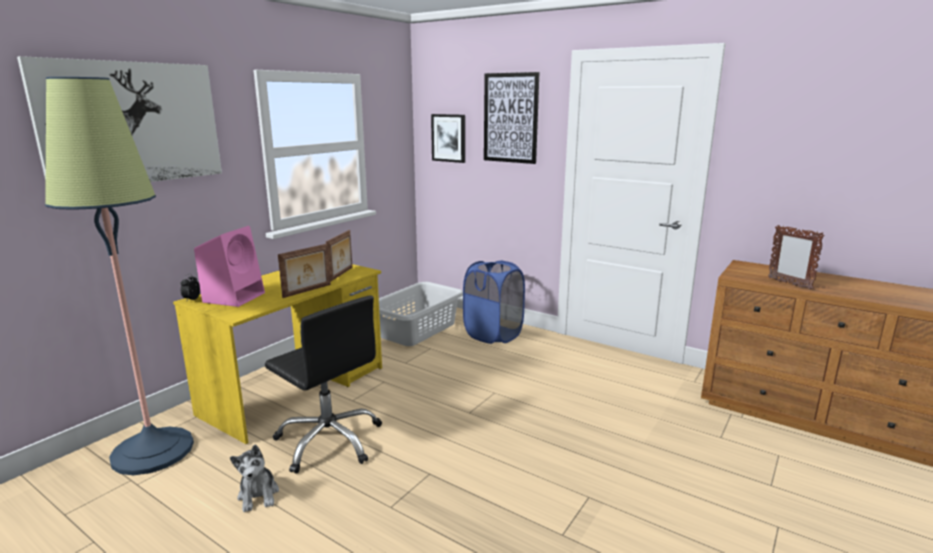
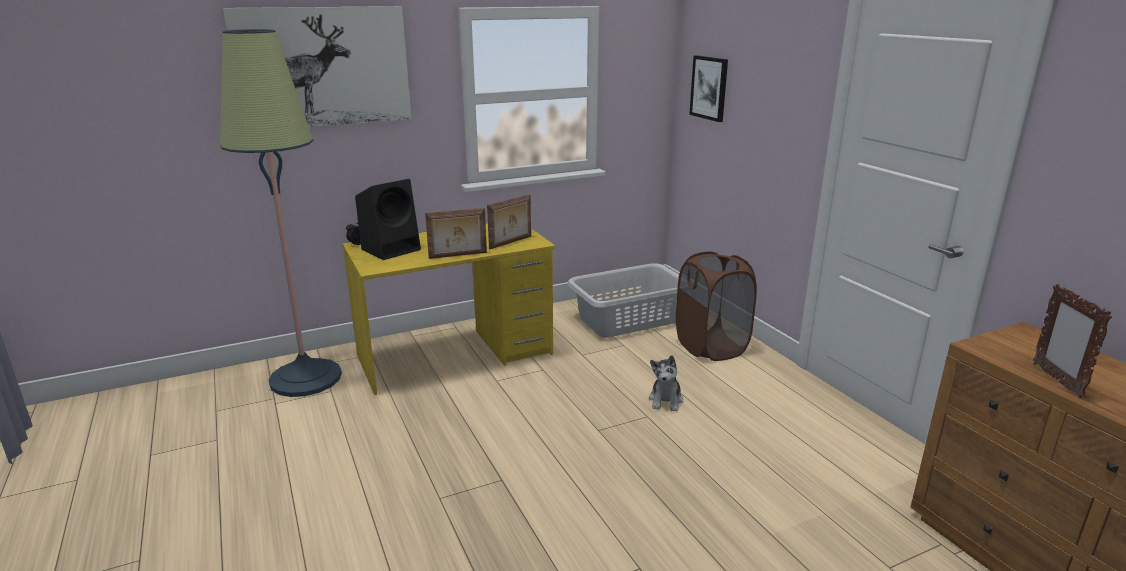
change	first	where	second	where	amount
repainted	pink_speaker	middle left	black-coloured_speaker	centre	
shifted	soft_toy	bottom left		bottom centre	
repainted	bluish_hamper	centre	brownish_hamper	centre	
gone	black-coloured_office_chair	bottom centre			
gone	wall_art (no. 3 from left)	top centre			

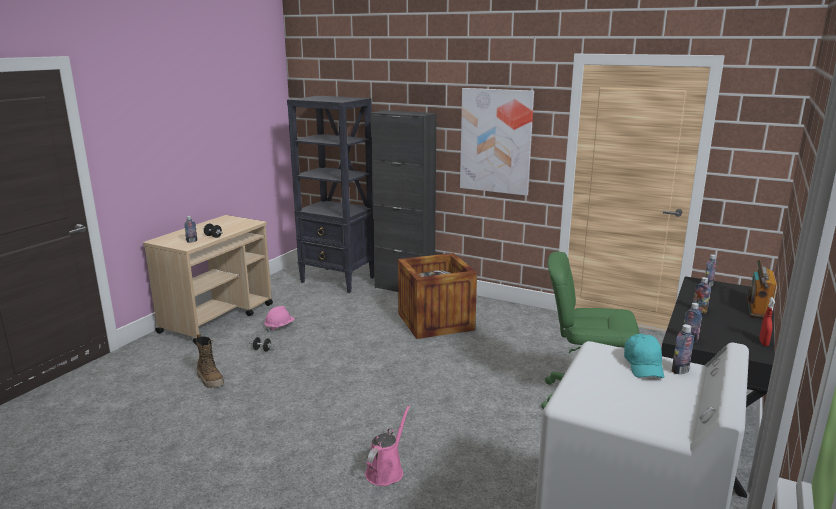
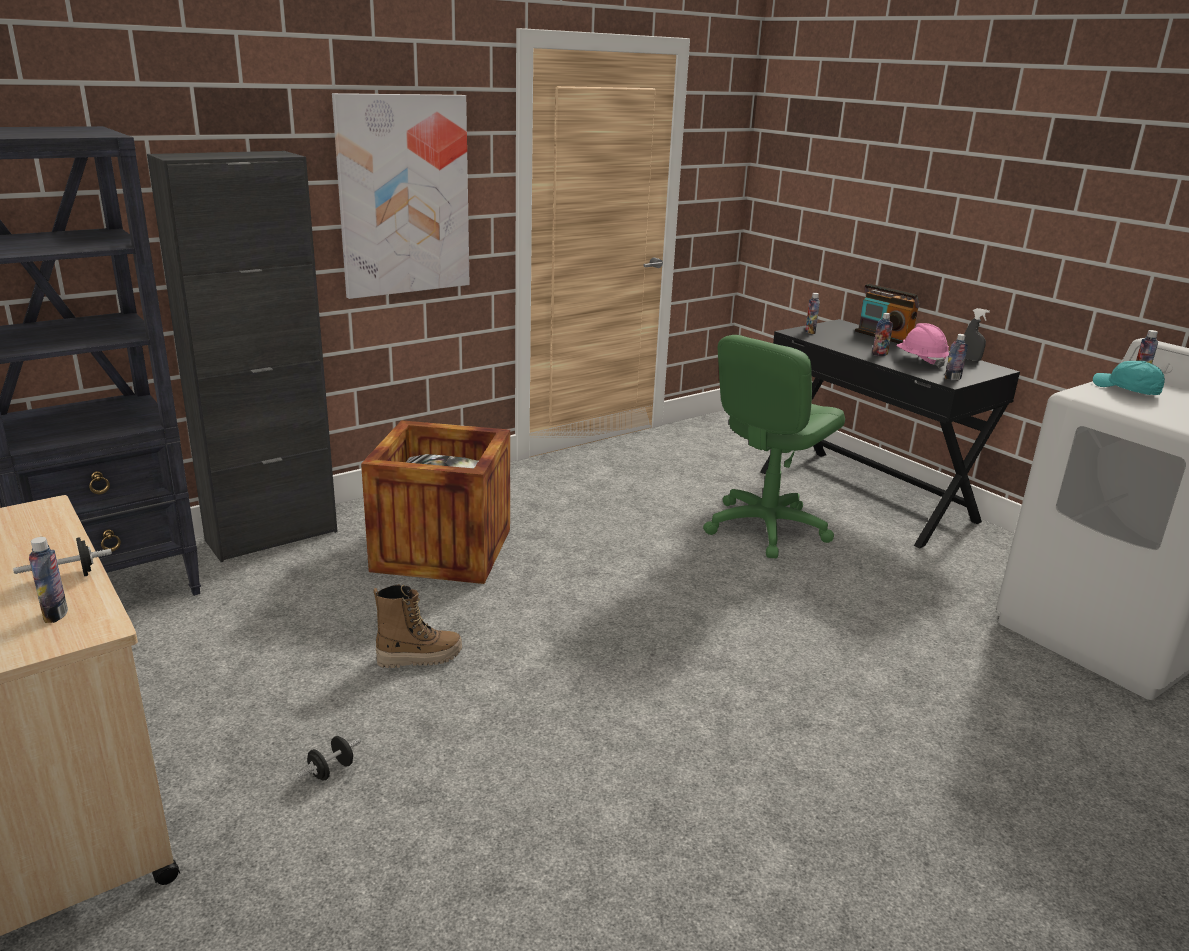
change	first	where	second	where	amount
shifted	boot	bottom left		centre	
shifted	pink_hard_hat	centre		middle right	
repainted	red-coloured_sprayer	middle right	greyish_sprayer	middle right	
rotated	blue-green_peaked_cap	bottom right		middle right	150 degrees counterclockwise
gone	pink_sprinkling_can	bottom centre			

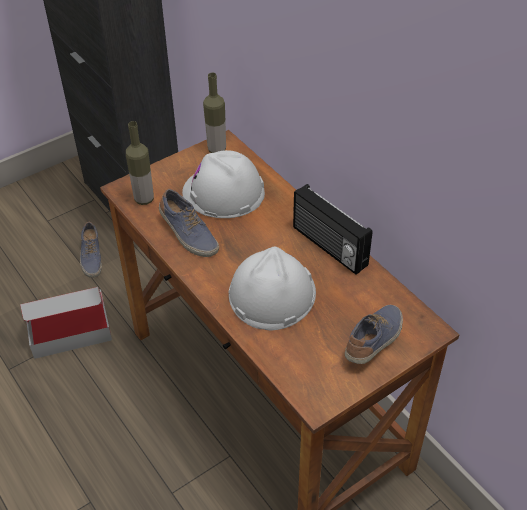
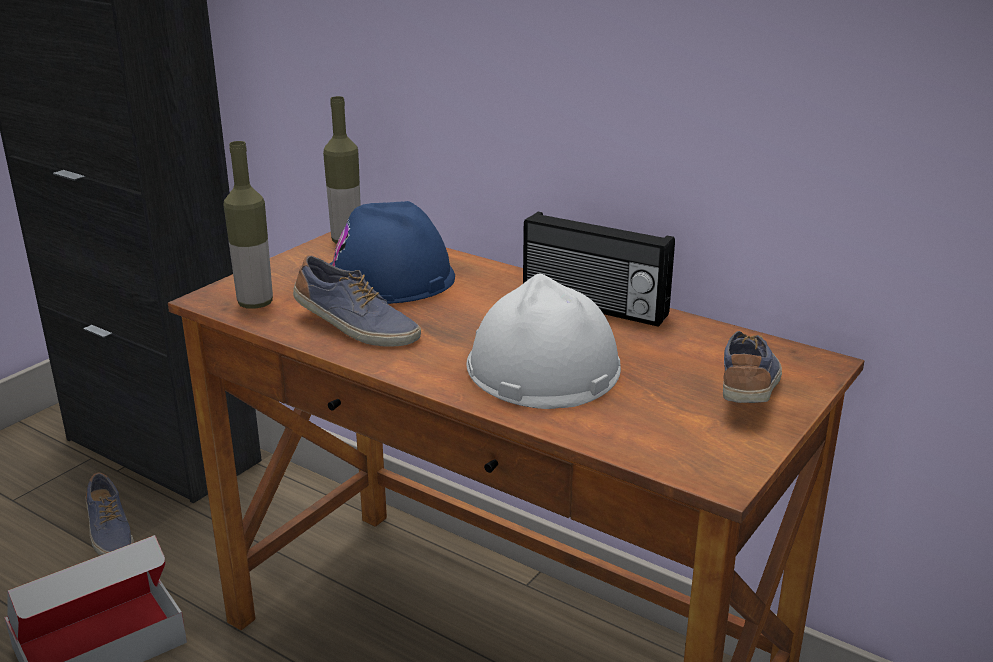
change	first	where	second	where	amount
repainted	white_hard_hat (no. 1 from left)	centre	bluish_hard_hat	centre	

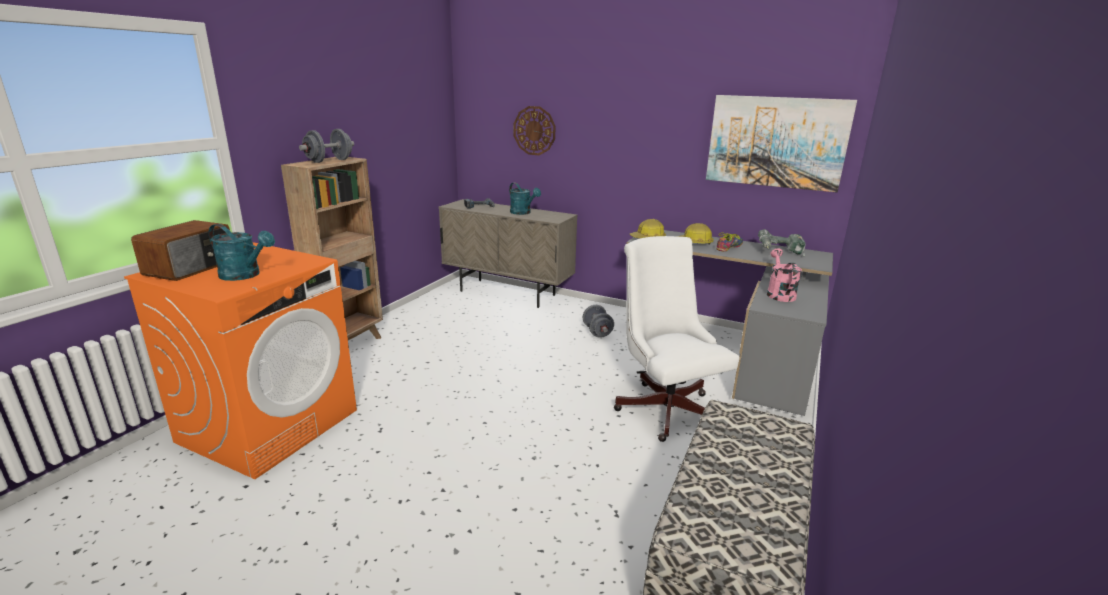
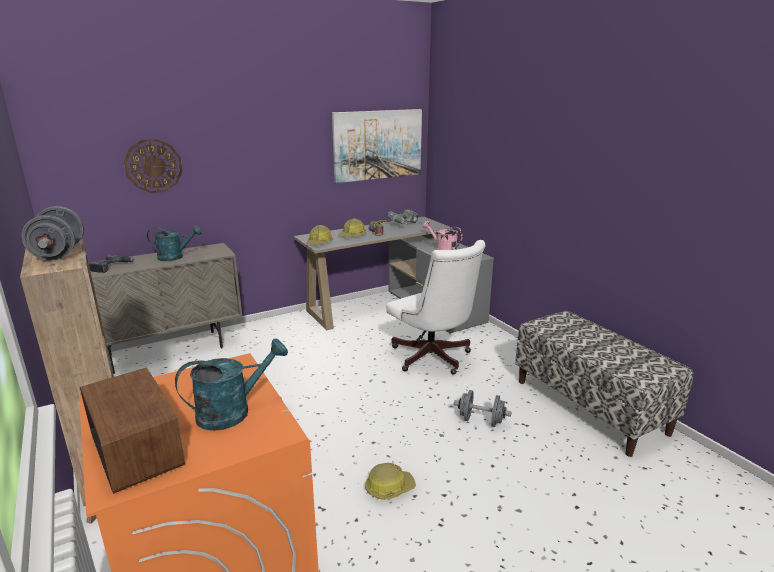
change	first	where	second	where	amount
new			hard_hat (no. 3 from left)	bottom centre	
rotated	white_office_chair	centre		centre	135 degrees counterclockwise
shifted	greyish_free_weight (no. 2 from left)	centre		bottom centre	

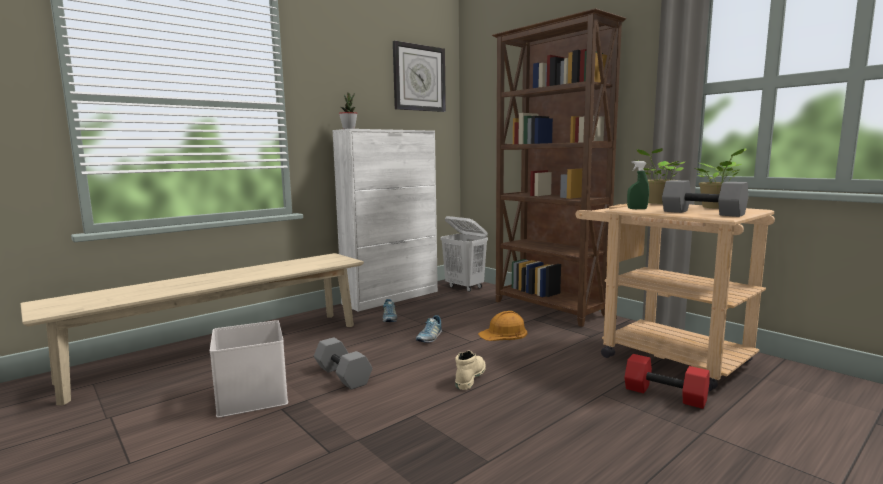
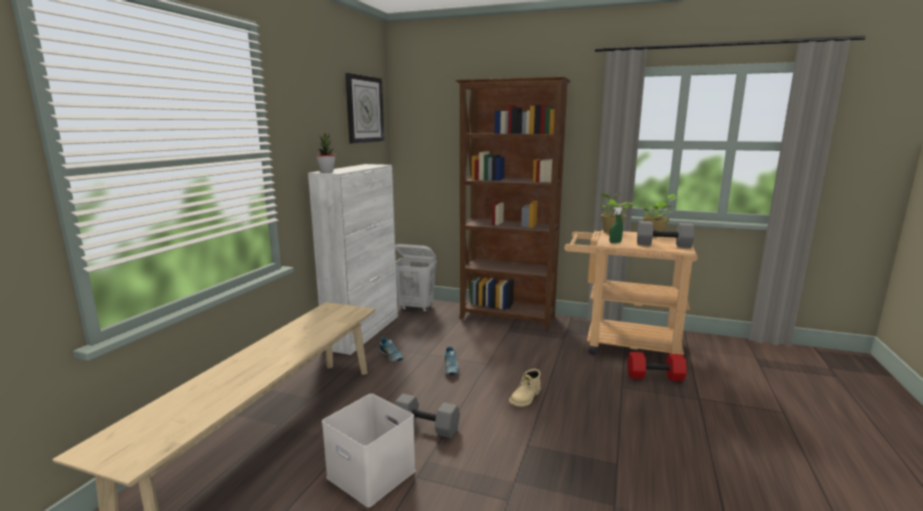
change	first	where	second	where	amount
rotated	sand-coloured_boot	bottom centre		bottom centre	135 degrees counterclockwise
gone	orangey_hard_hat	bottom centre			

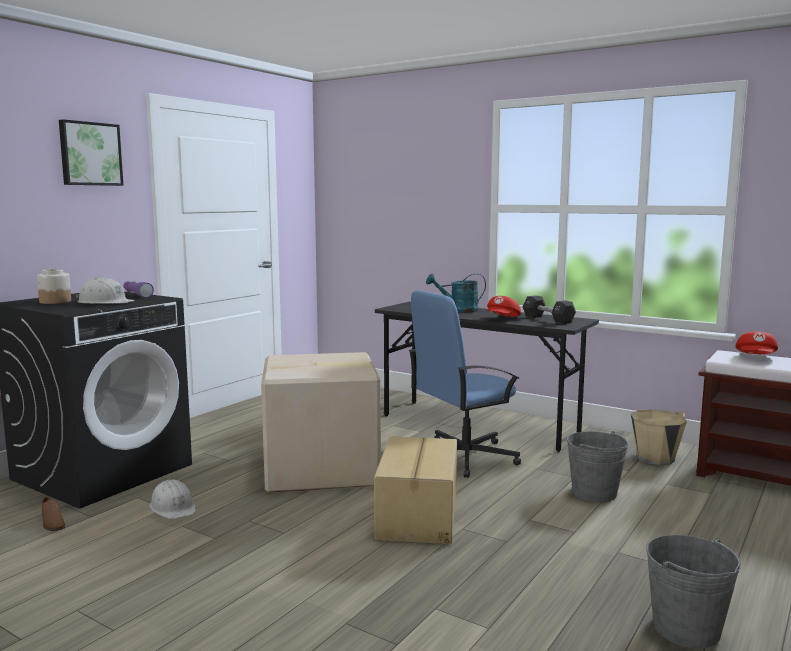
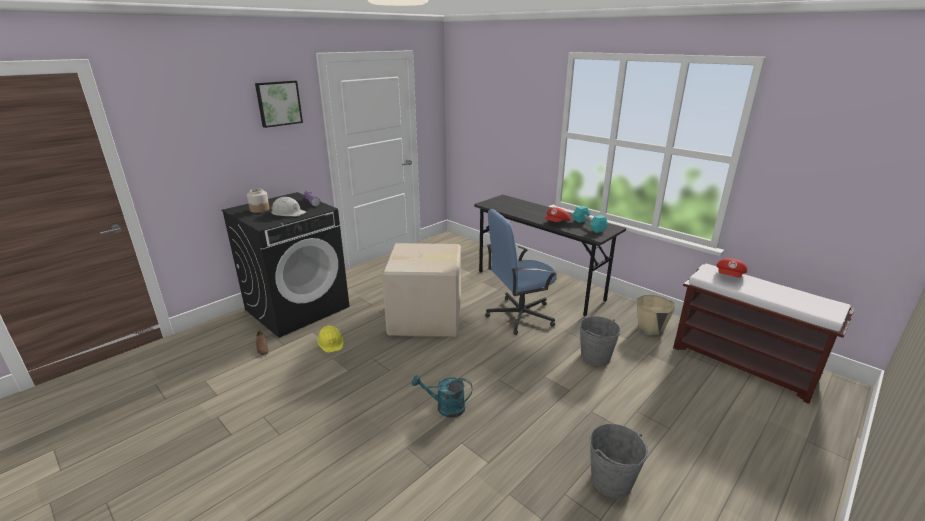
change	first	where	second	where	amount
repainted	white_hard_hat (no. 2 from left)	bottom left	yellow_hard_hat	centre	
shifted	blue-green_sprinkling_can	centre		bottom centre	
repainted	black-coloured_free_weight	middle right	blue-green_free_weight	centre	
gone	cardboard_box (no. 2 from left)	bottom centre			

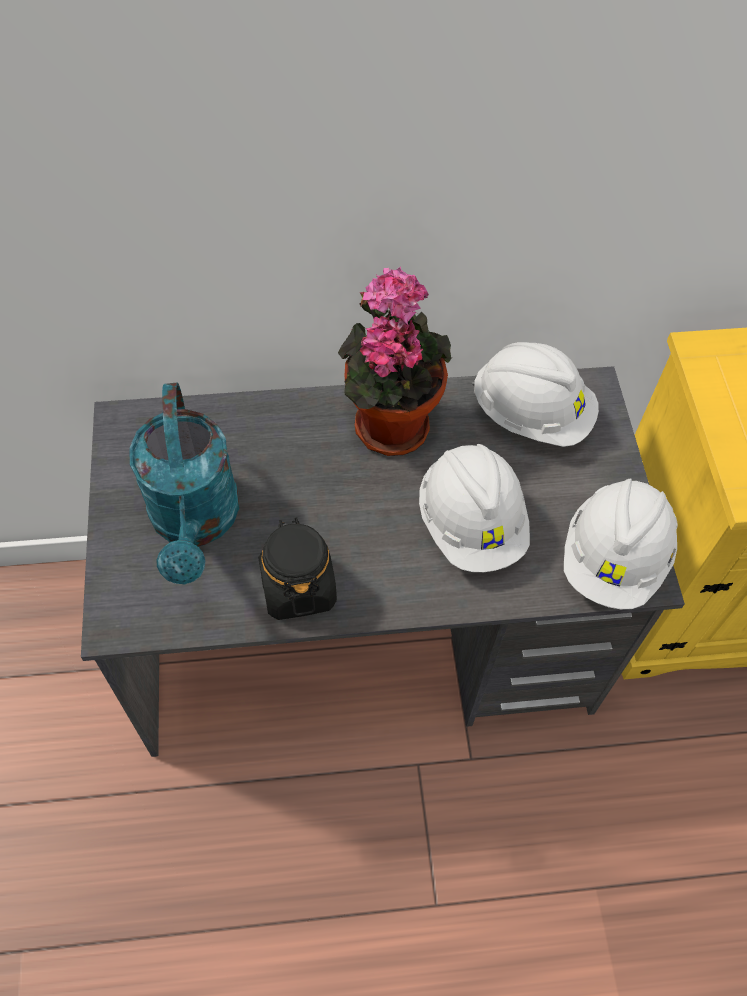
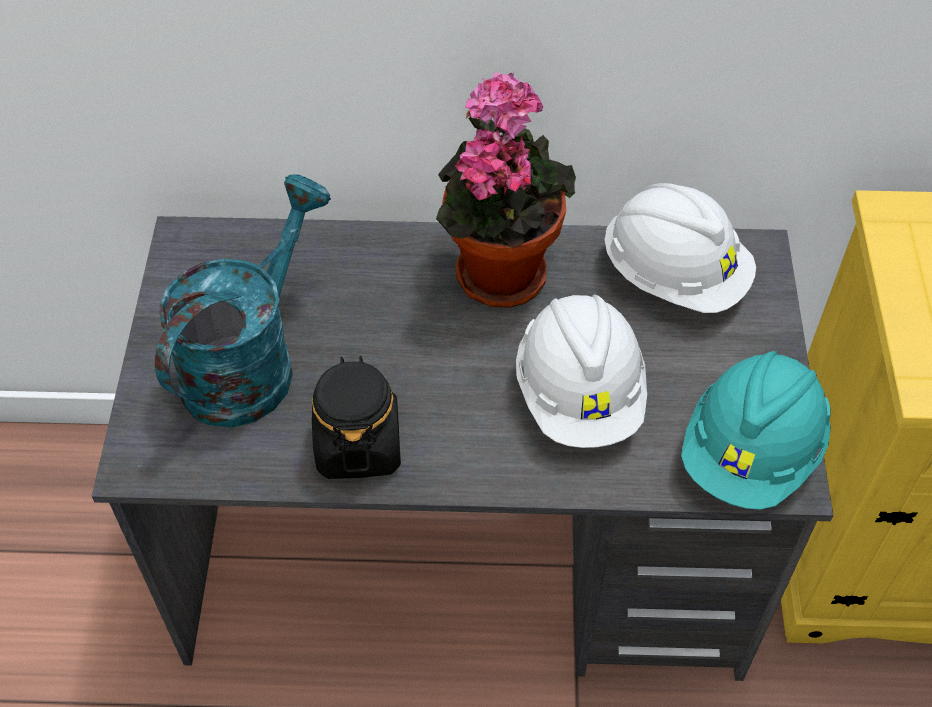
change	first	where	second	where	amount
rotated	blue-green_sprinkling_can	middle left		middle left	150 degrees counterclockwise
repainted	white_hard_hat (no. 3 from left)	middle right	blue-green_hard_hat	middle right	

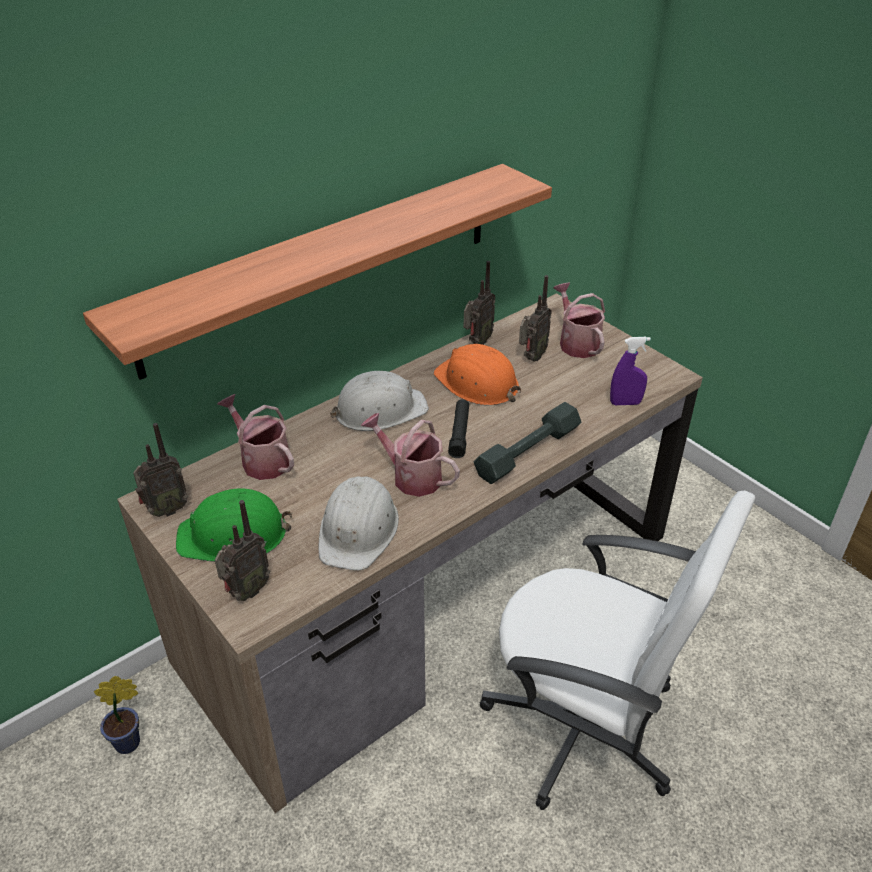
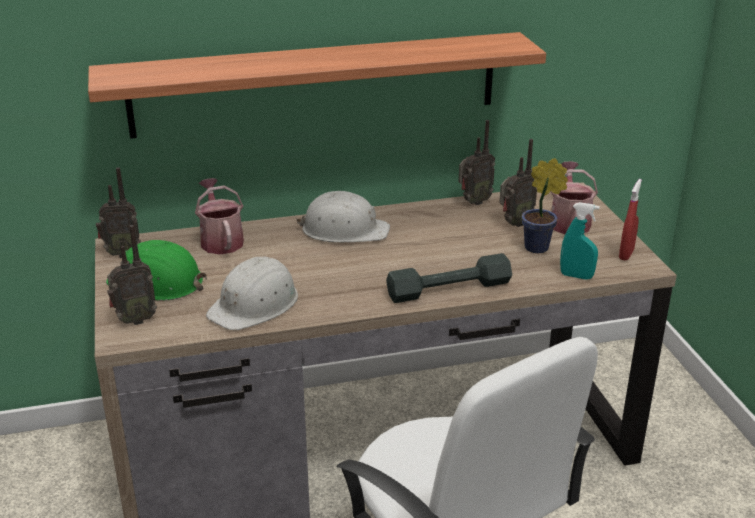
change	first	where	second	where	amount
shifted	plant_in_a_pot	bottom left		middle right	
repainted	purplish_sprayer	middle right	blue-green_sprayer	middle right	
new			red-coloured_sprayer	middle right	
gone	sprinkling_can (no. 2 from left)	centre			
gone	orangey_hard_hat	centre			
gone	black-coloured_hand_torch	centre			

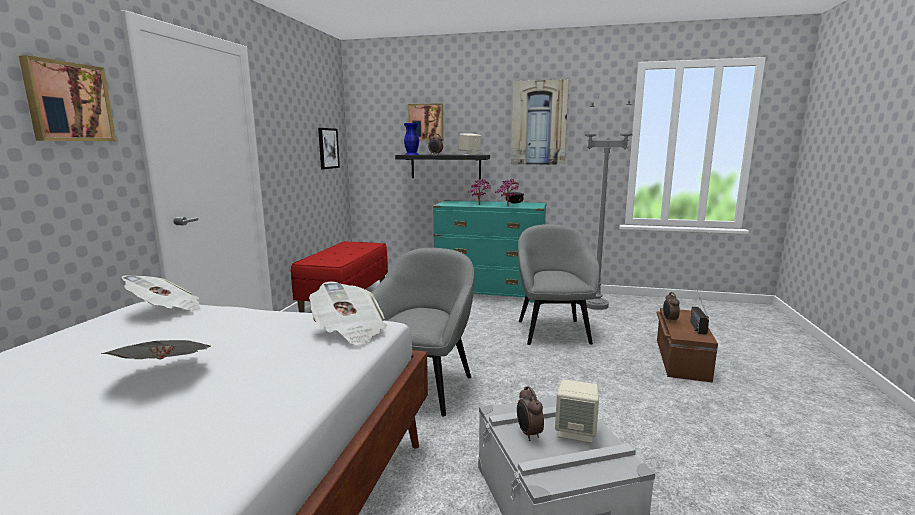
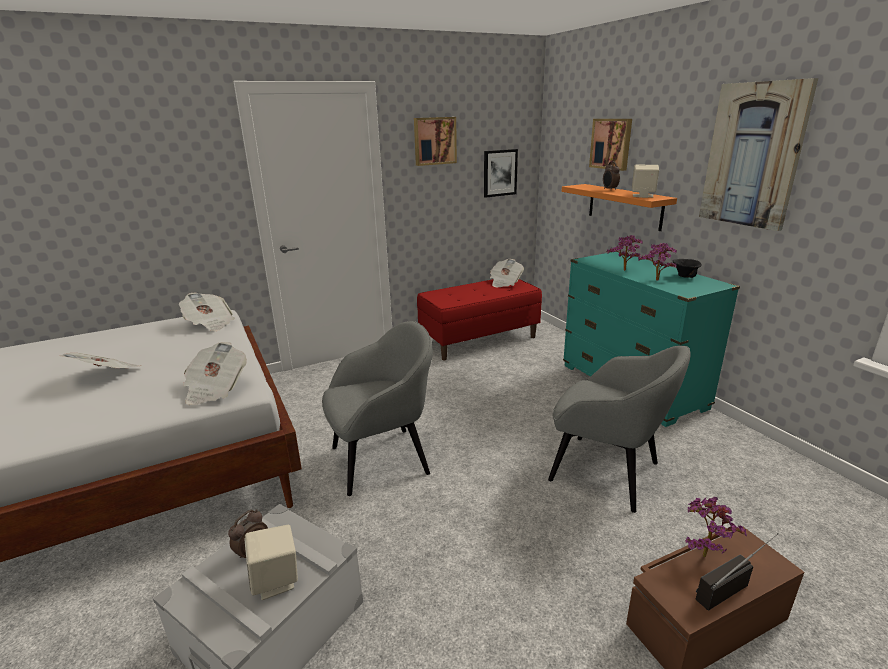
change	first	where	second	where	amount
shifted	wall_art (no. 1 from left)	top left		top centre	
new			daily_paper (no. 4 from left)	centre	
rotated	greyish_lounge_chair (no. 2 from left)	centre		middle right	75 degrees clockwise
repainted	black-coloured_wall_shelf	top centre	orangey_wall_shelf	top right	
swapped	alarm_clock (no. 3 from left)	middle right	plant_in_a_pot (no. 3 from left)	bottom right	
gone	bluish_decorative_vase	top centre			
gone	greyish_standard_lamp	centre			

